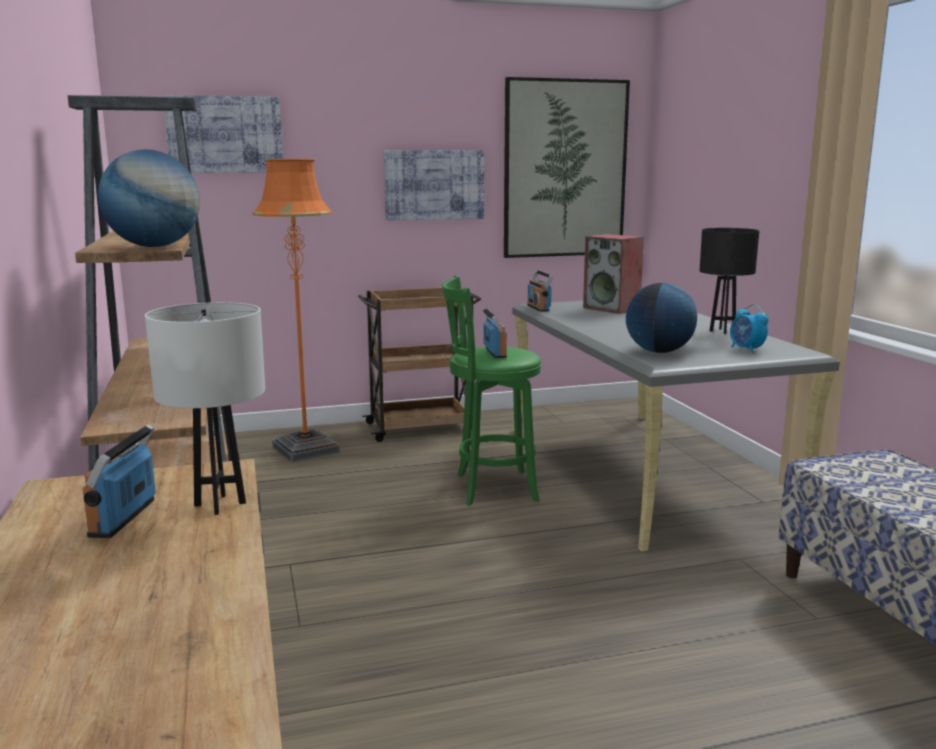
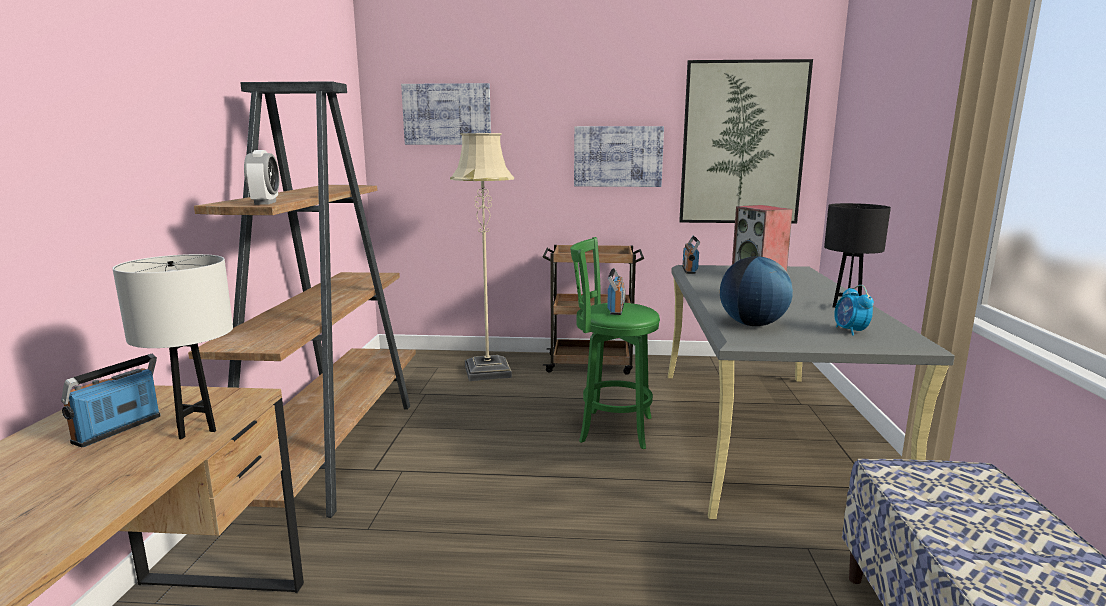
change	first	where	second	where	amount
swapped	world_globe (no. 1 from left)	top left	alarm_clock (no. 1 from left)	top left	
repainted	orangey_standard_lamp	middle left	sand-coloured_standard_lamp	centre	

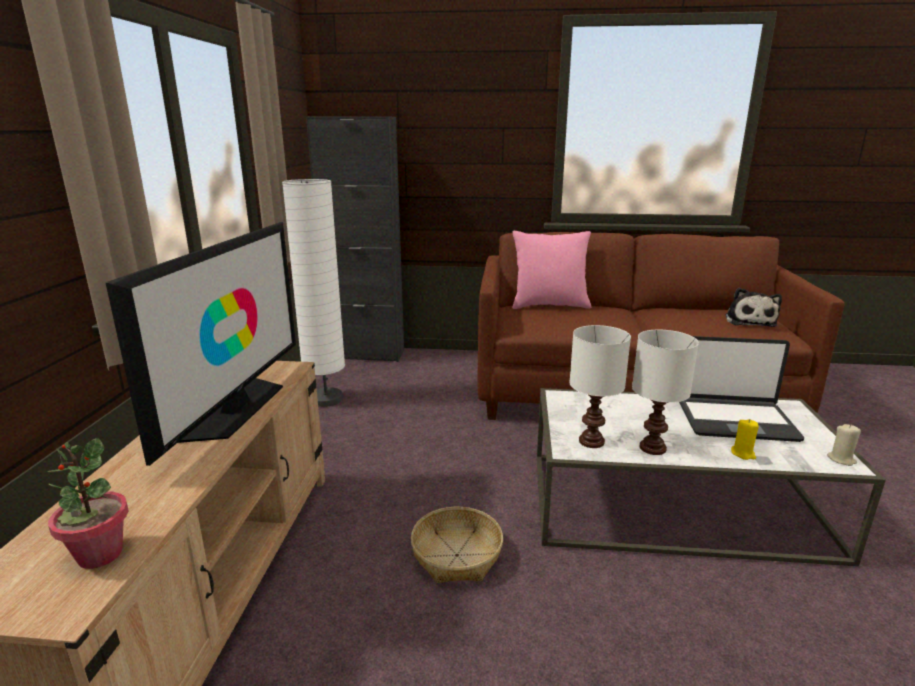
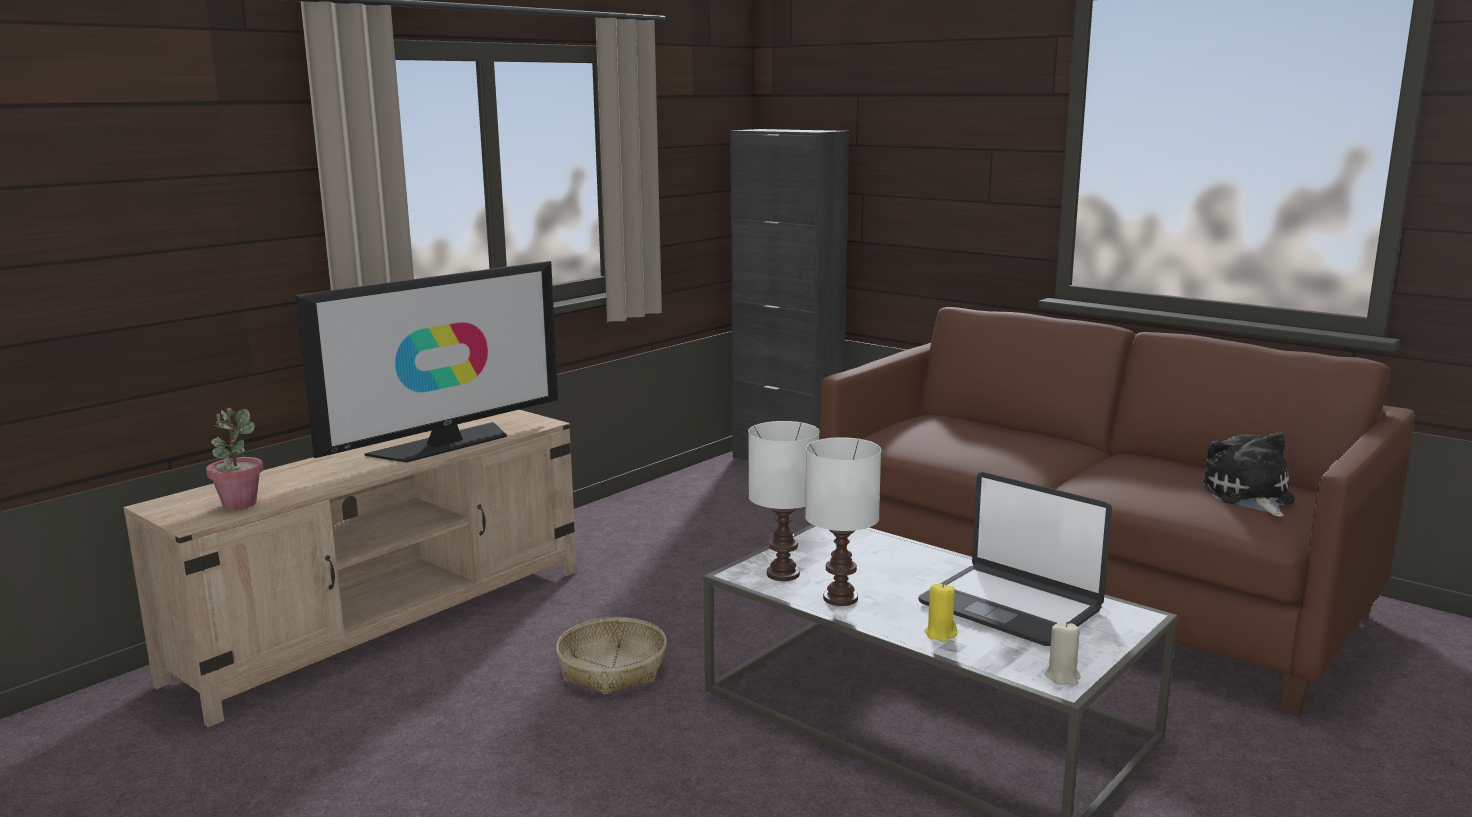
change	first	where	second	where	amount
rotated	soft_toy	middle right		middle right	135 degrees clockwise
gone	white_standard_lamp	centre			
gone	pink_cushion	centre			

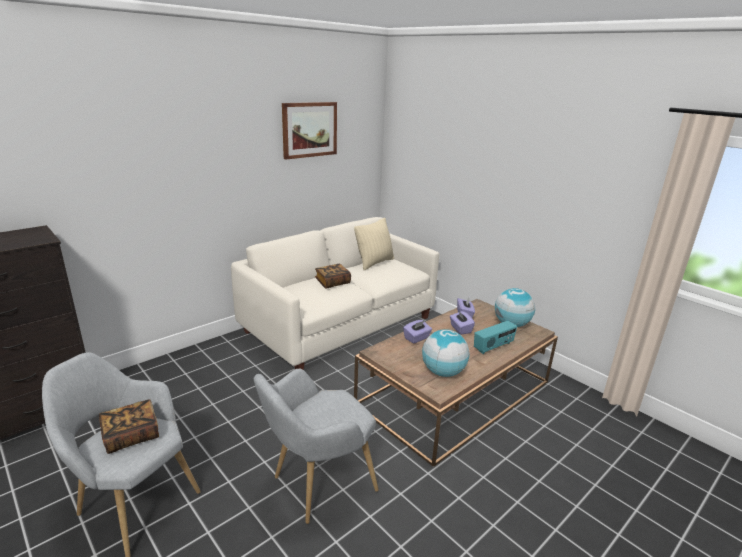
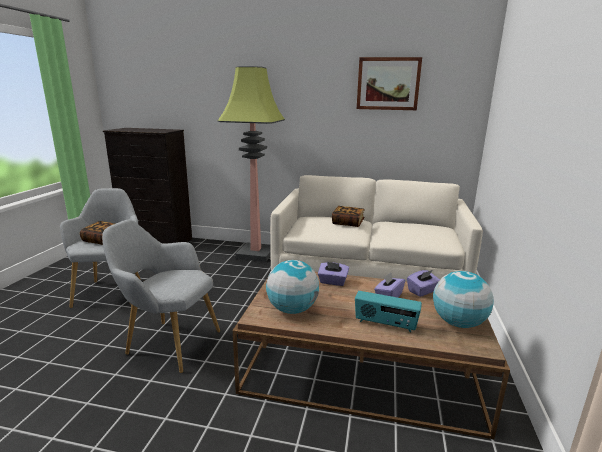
change	first	where	second	where	amount
new			standard_lamp	centre	
gone	sand-coloured_cushion	centre			

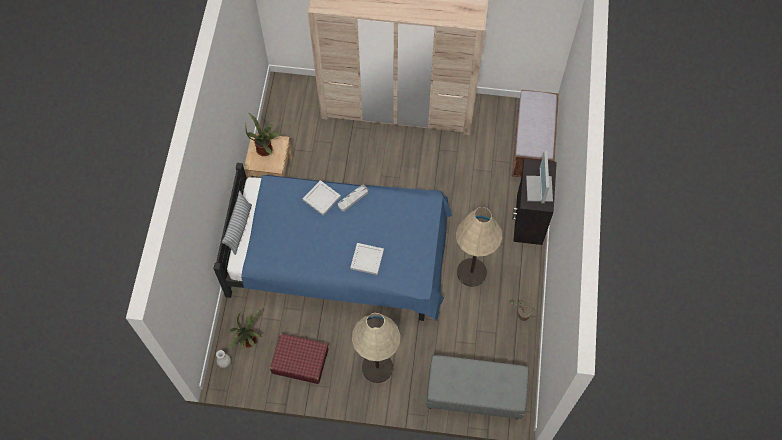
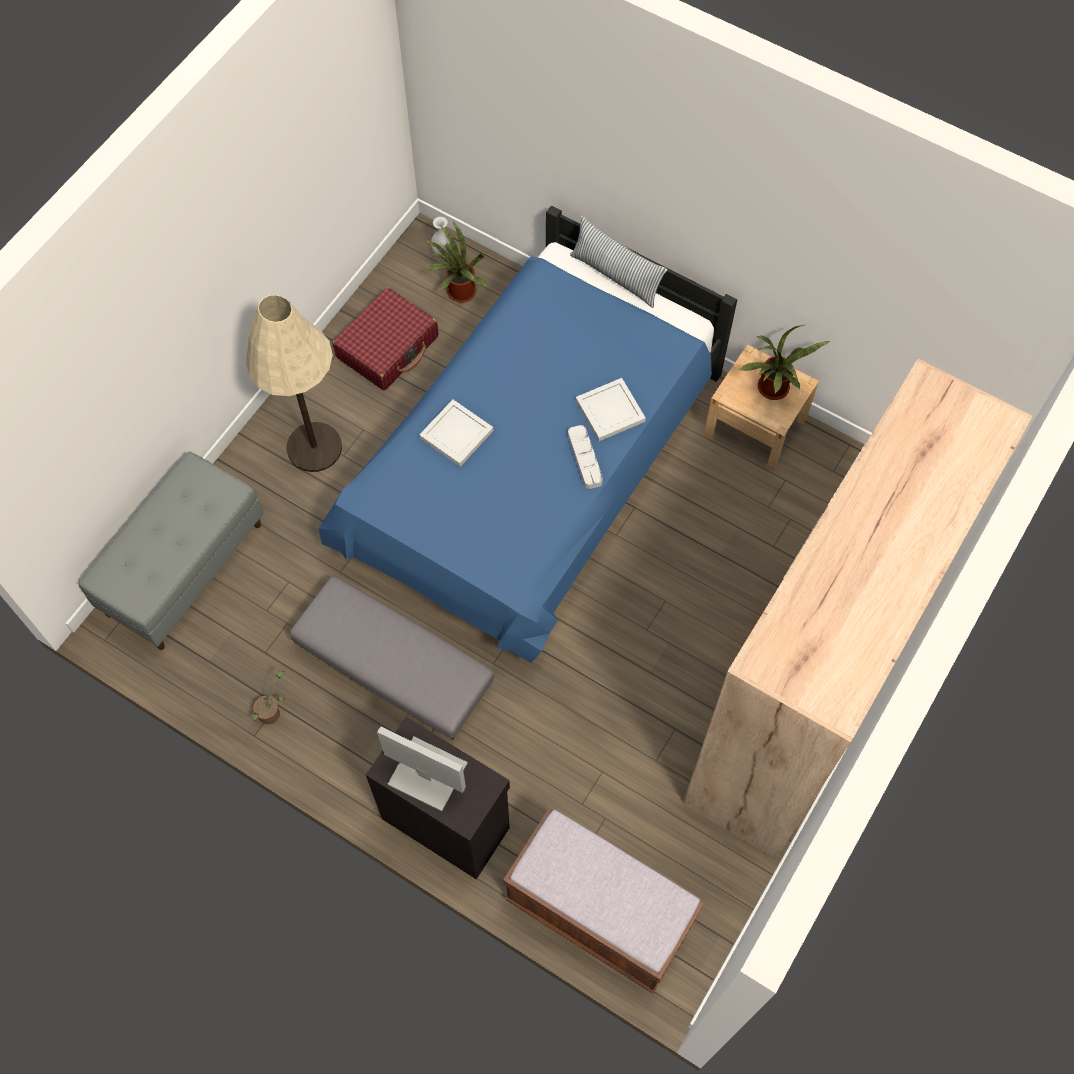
change	first	where	second	where	amount
swapped	sand-coloured_standard_lamp (no. 2 from left)	centre	greyish_pouffe	centre	

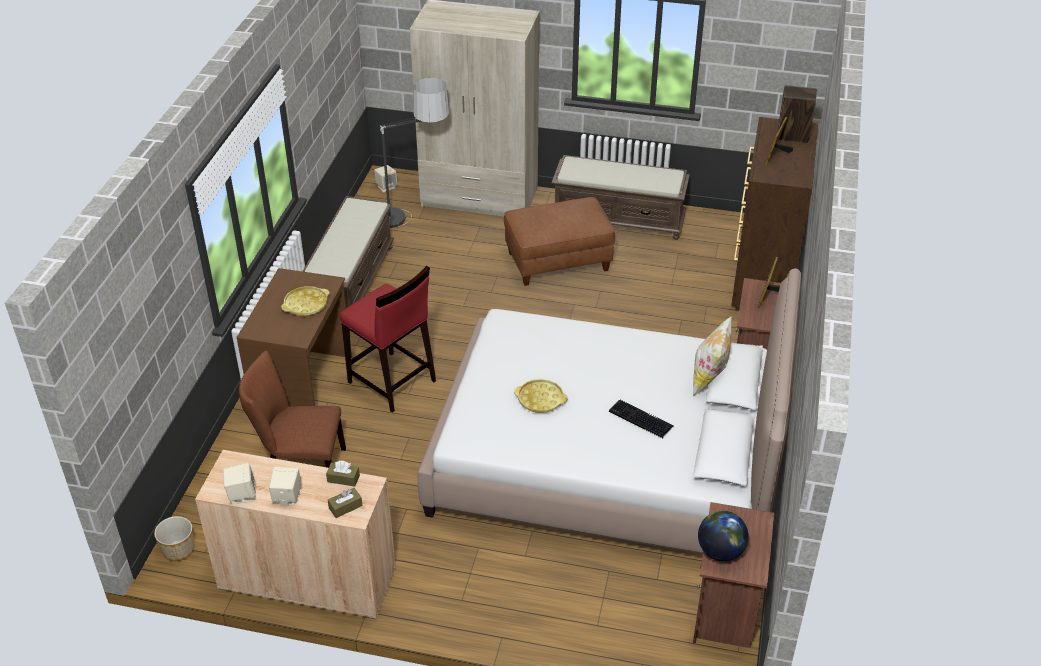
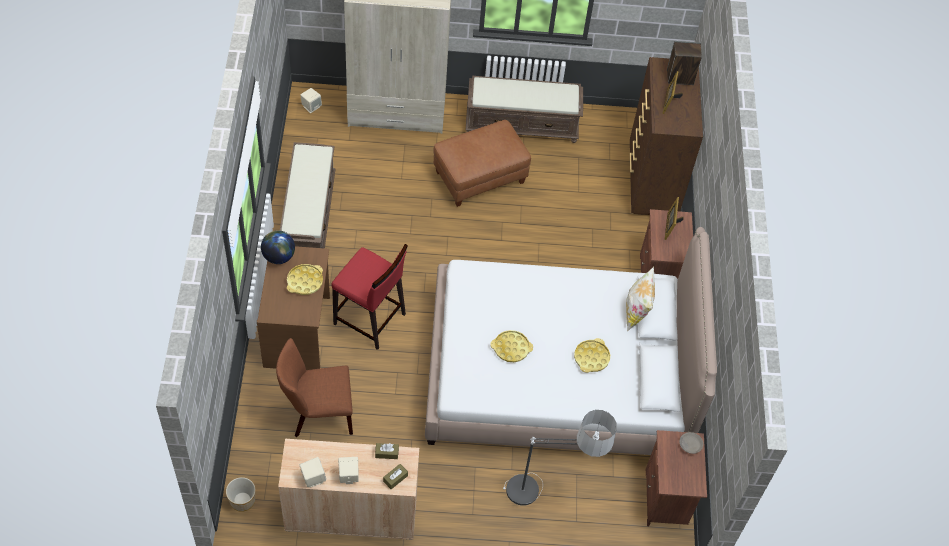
change	first	where	second	where	amount
shifted	world_globe	bottom right		middle left	
shifted	standard_lamp	top centre		bottom centre	
swapped	PC_keyboard	centre	yellow_tray (no. 3 from left)	centre	
new			greyish_serving_bowl	bottom right	

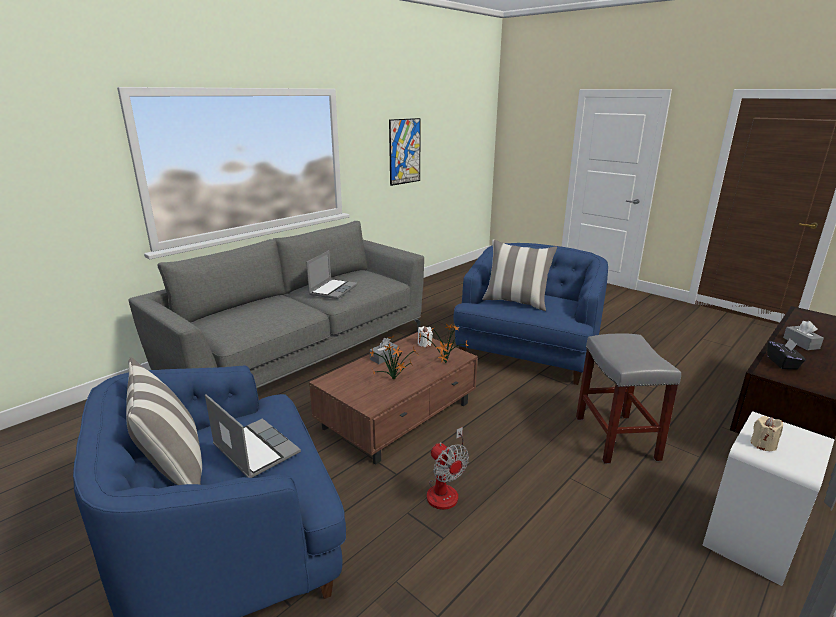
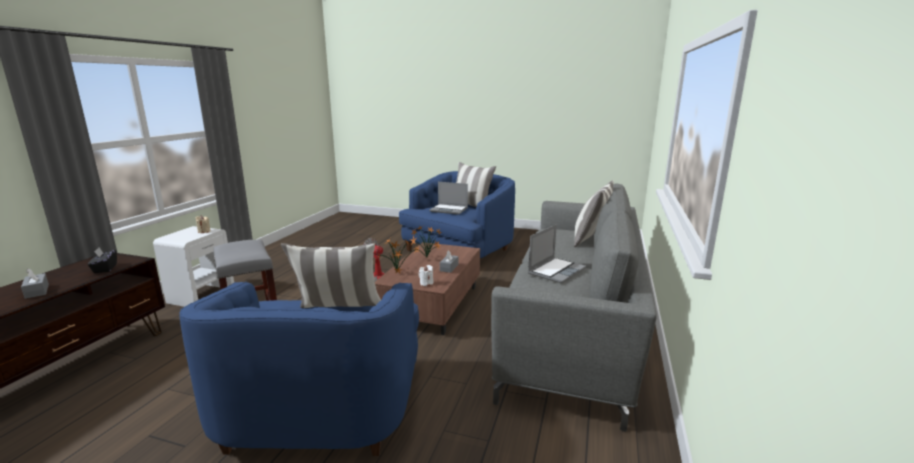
change	first	where	second	where	amount
rotated	laptop (no. 2 from left)	centre		centre	135 degrees counterclockwise
new			cushion (no. 3 from left)	centre	
gone	wall_art	top centre			

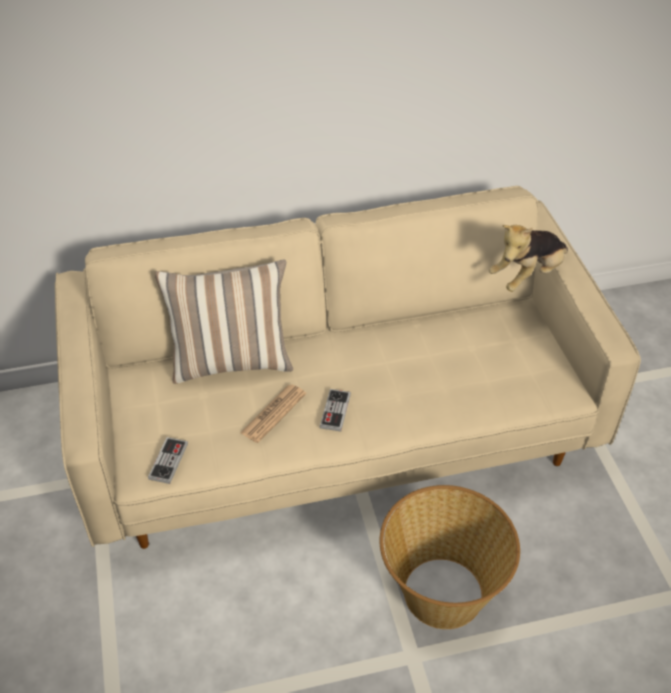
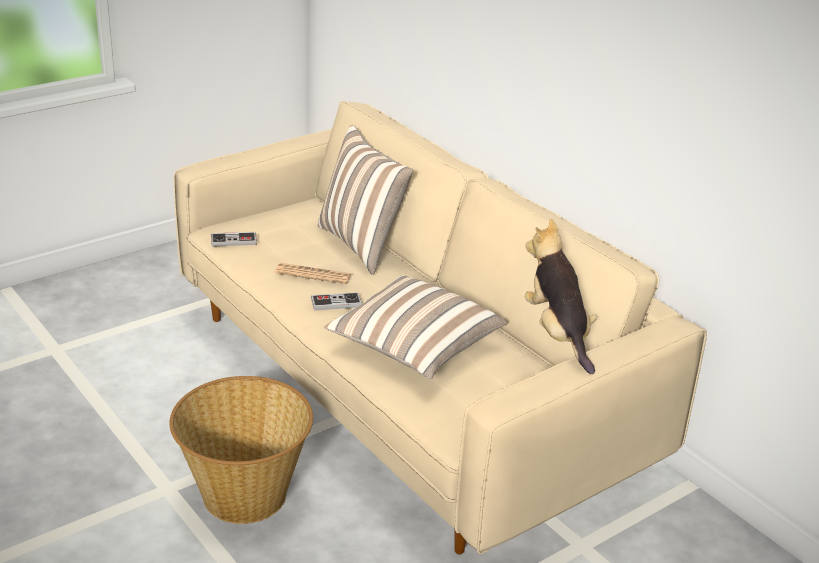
change	first	where	second	where	amount
new			cushion (no. 2 from left)	centre	
rotated	soft_toy	middle right		middle right	45 degrees clockwise

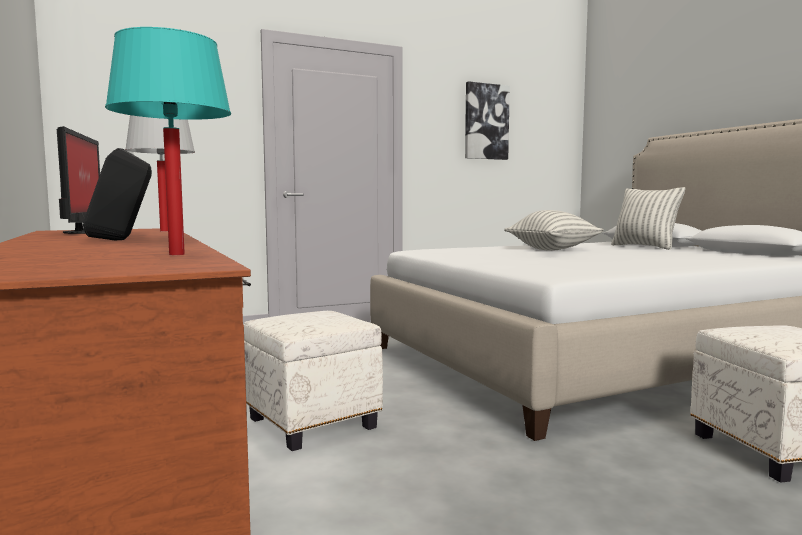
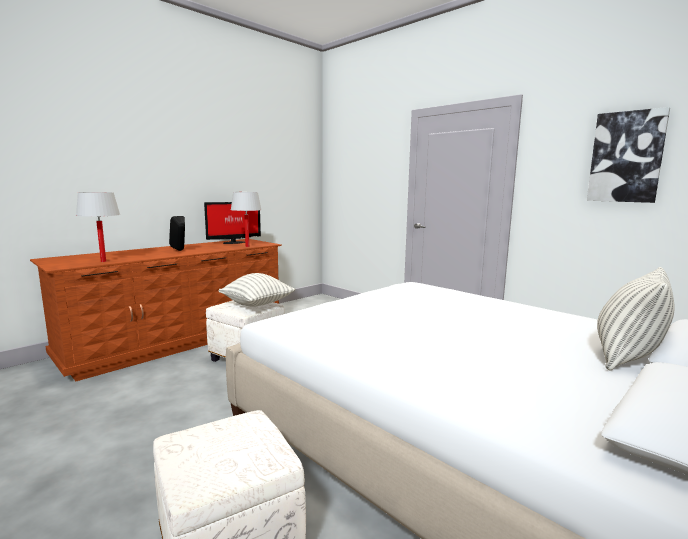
change	first	where	second	where	amount
repainted	blue-green_table_lamp	top left	white_table_lamp (no. 1 from left)	middle left	
shifted	cushion (no. 1 from left)	middle right		centre	

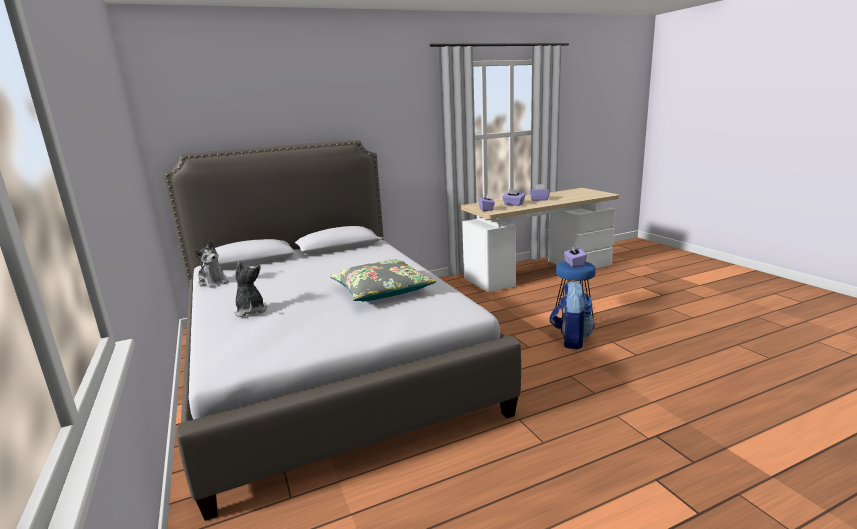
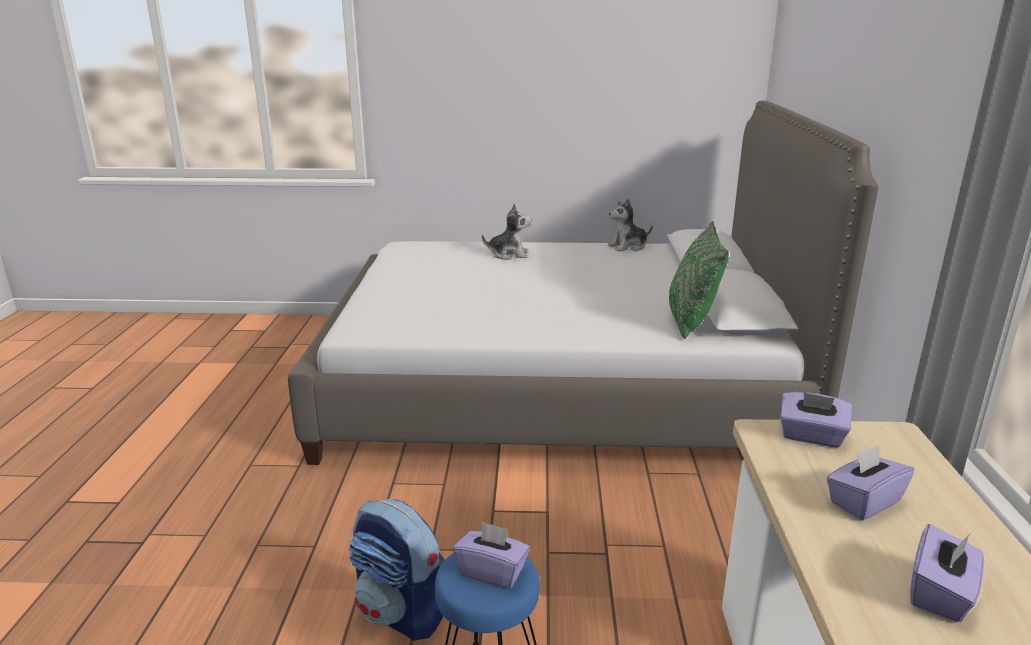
change	first	where	second	where	amount
new			green_cushion	middle right	
gone	greyish_cushion	centre			

